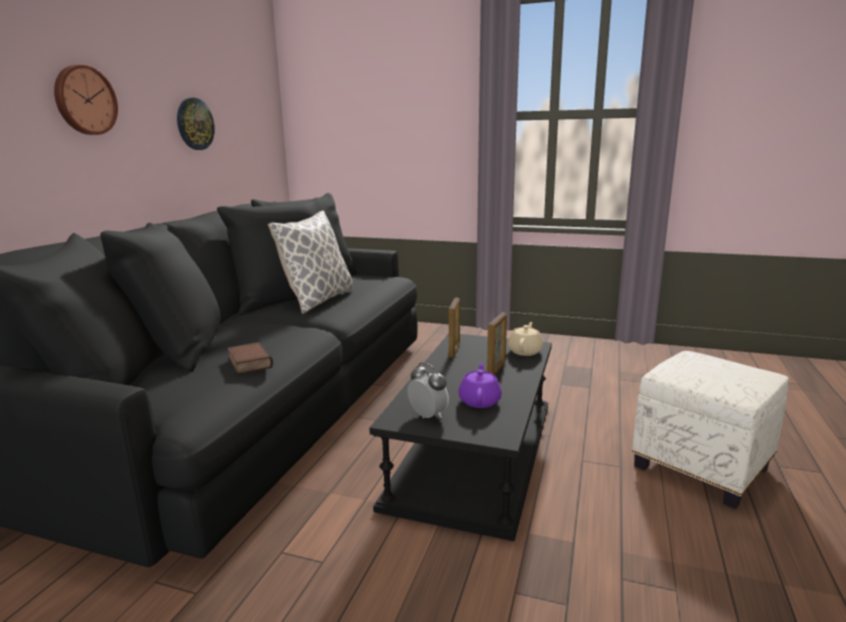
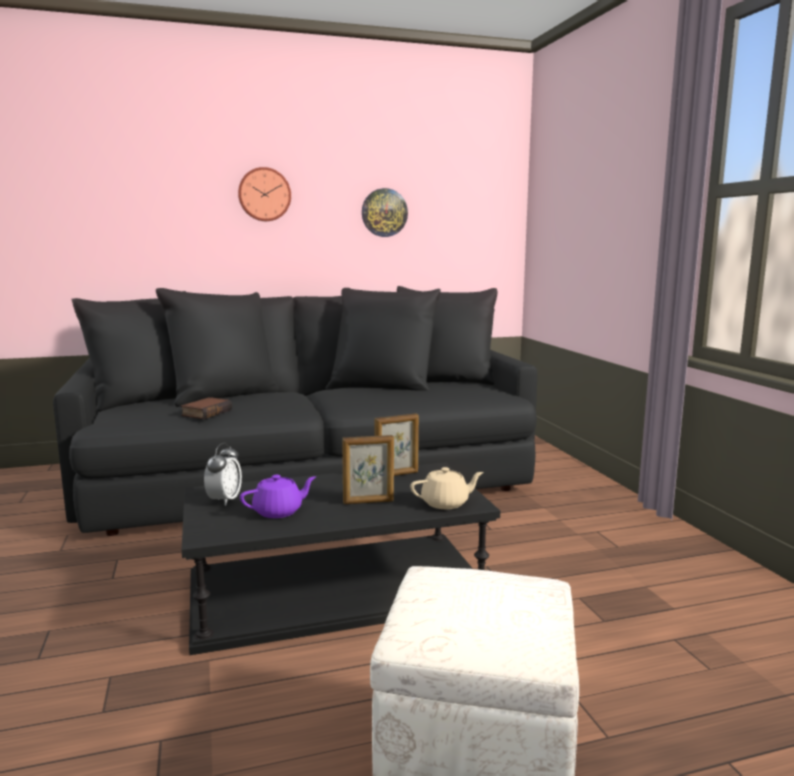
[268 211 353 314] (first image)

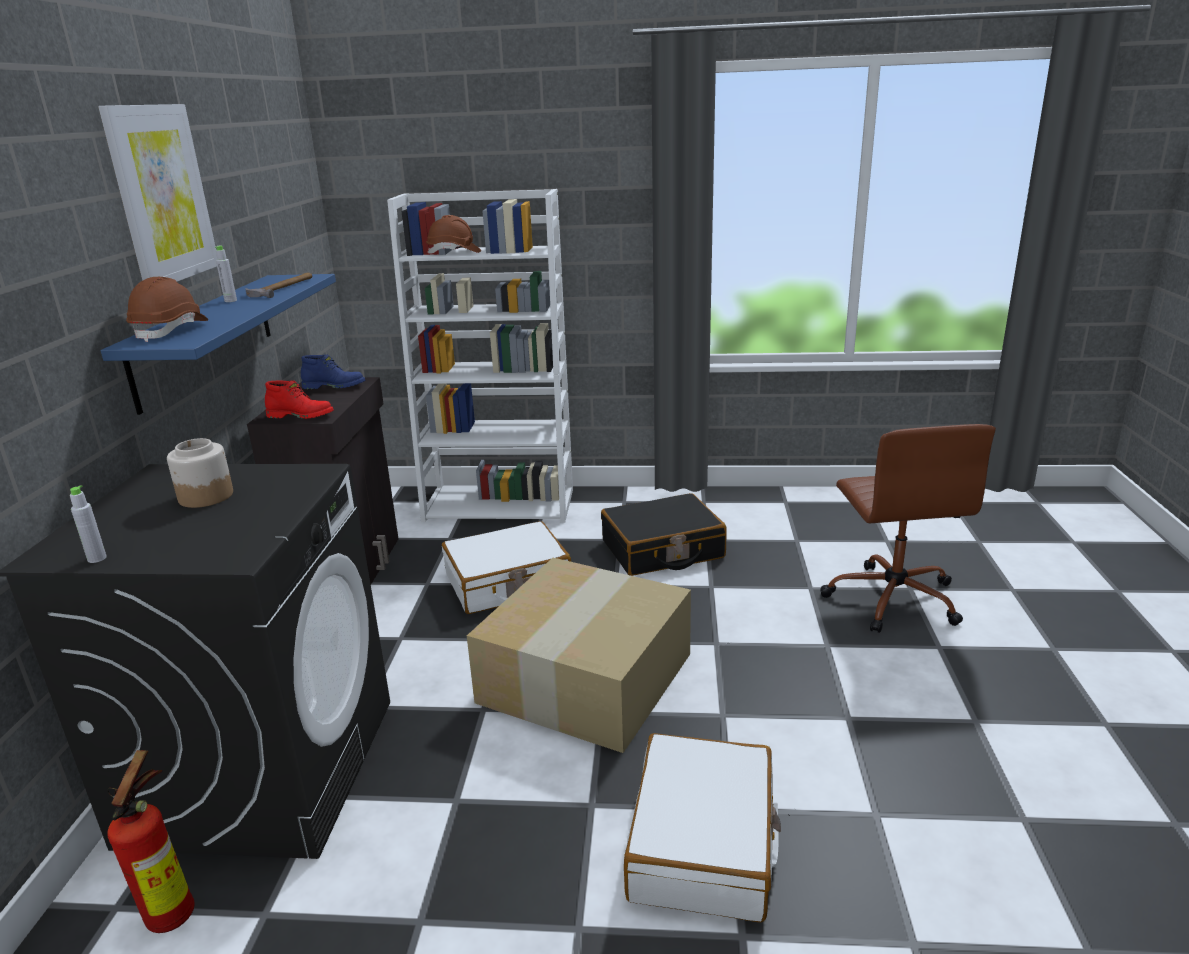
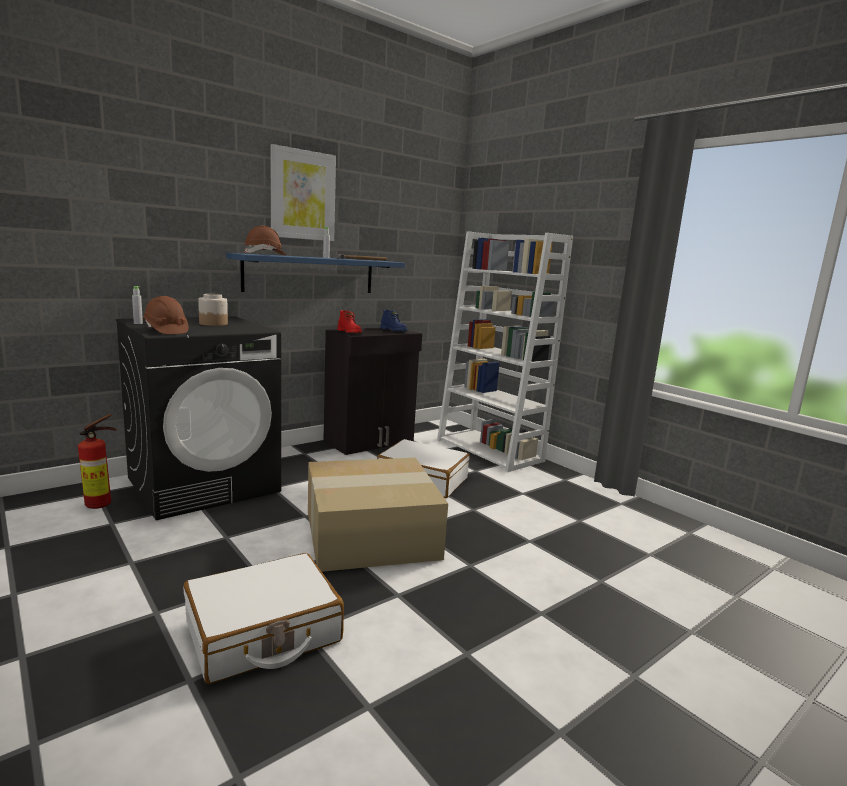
[601 493 727 576] (first image)
[820 424 996 633] (first image)
[142 296 188 334]

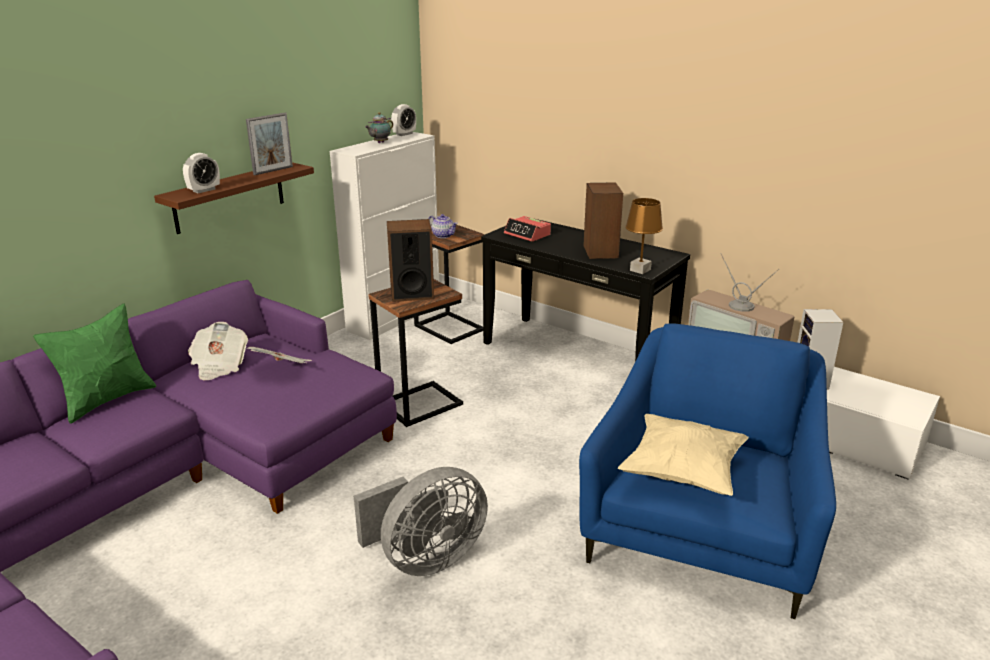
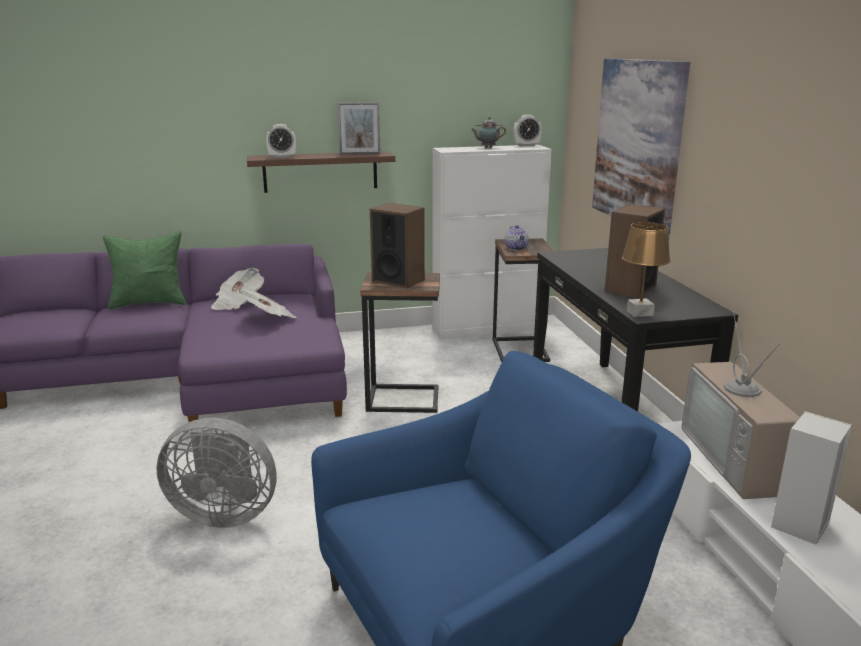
[504 216 551 242] (first image)
[618 414 748 496] (first image)
[592 58 690 237]

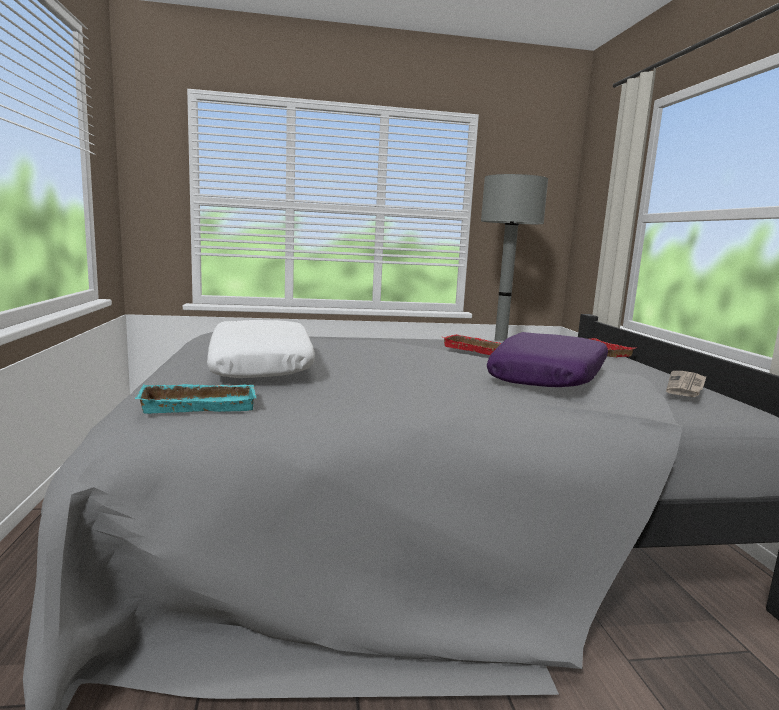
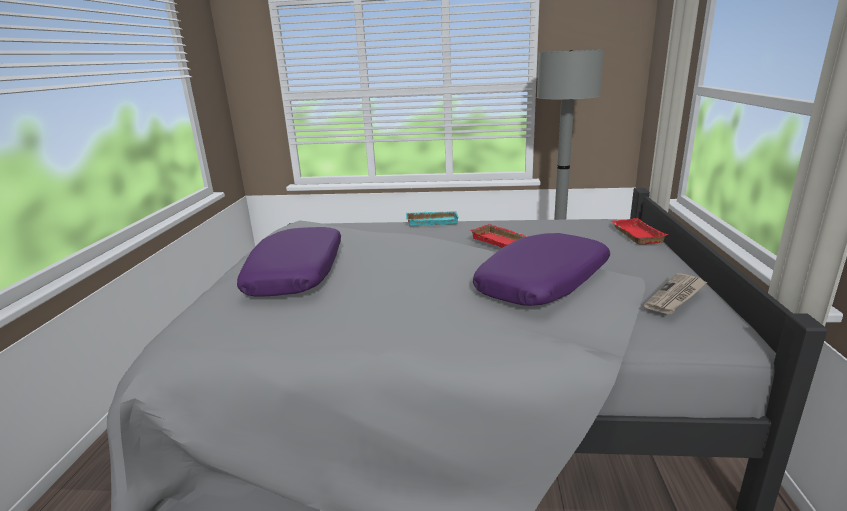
[406 211 459 226]
[237 227 341 297]

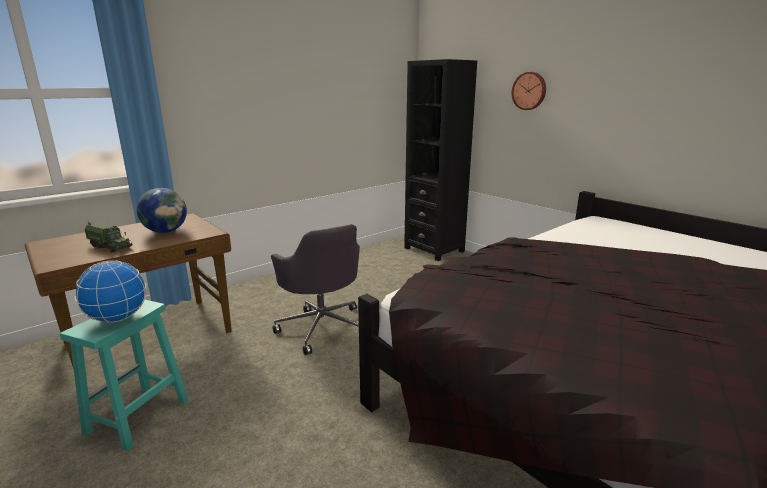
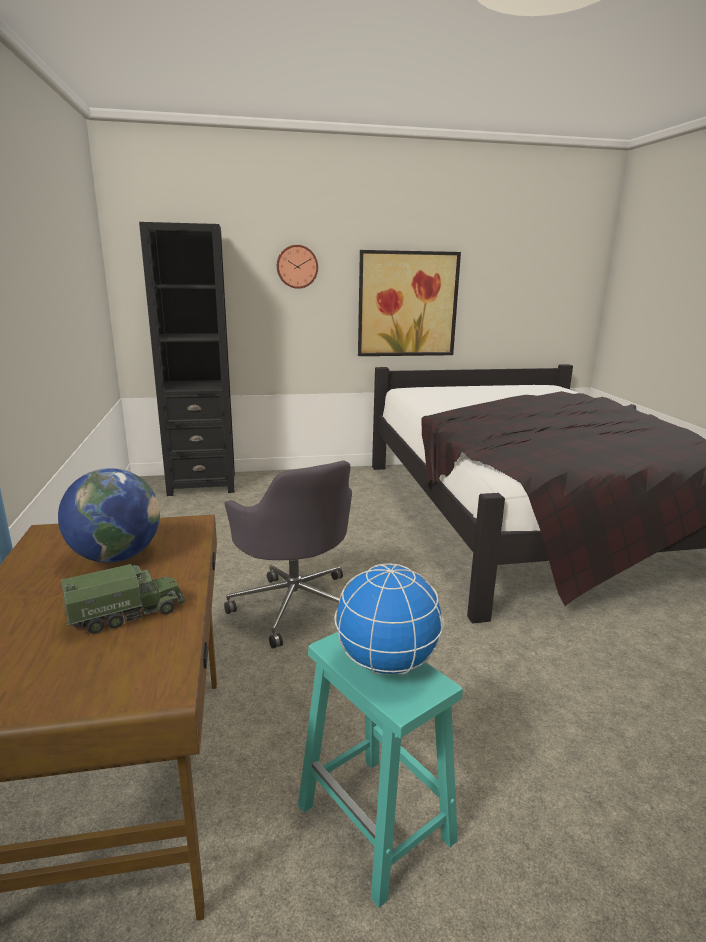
[358 250 461 356]
[224 460 352 649]

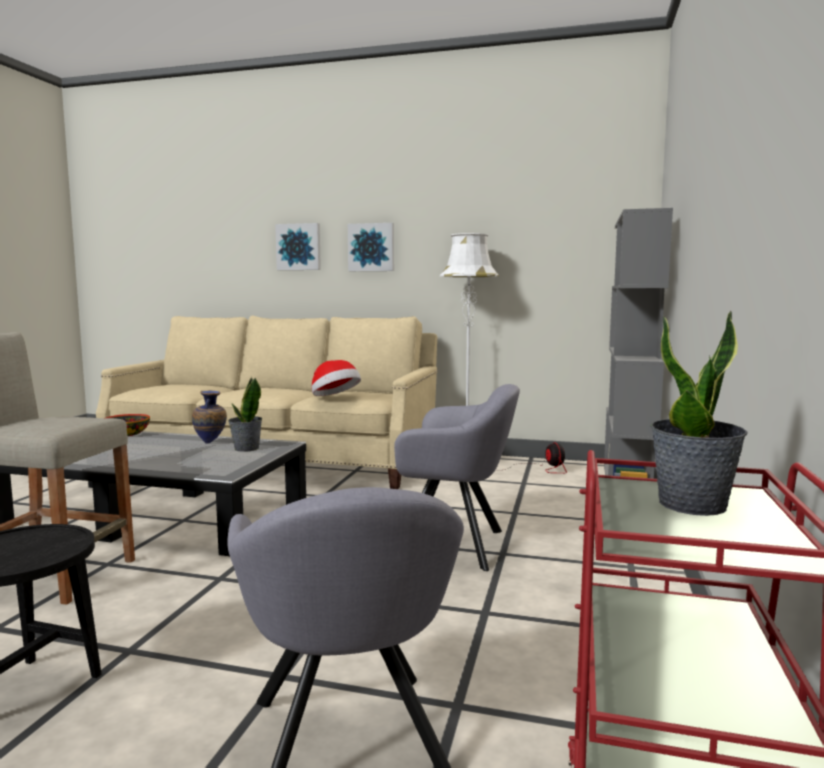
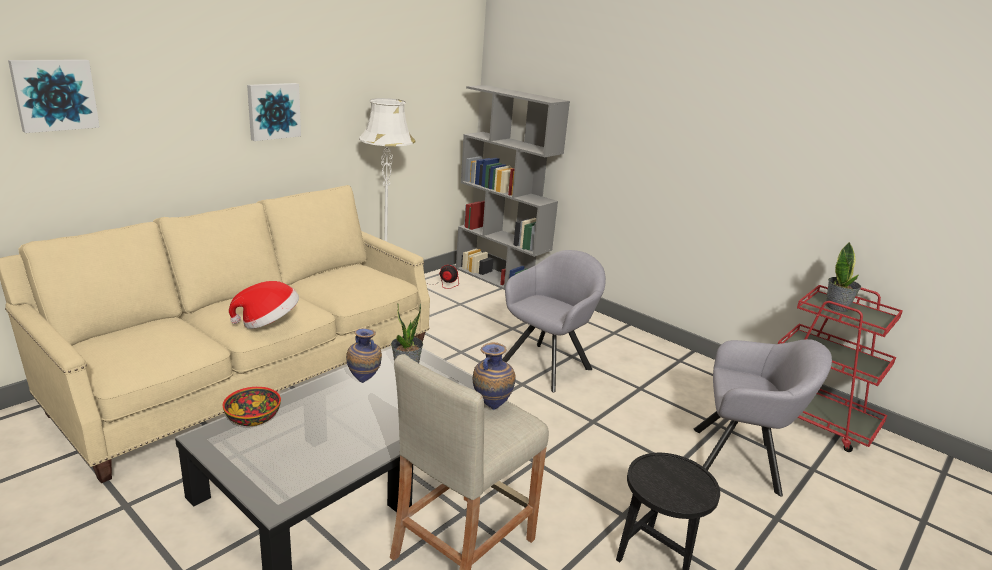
[473 342 516 410]
[8 59 100 133]
[229 281 299 329]

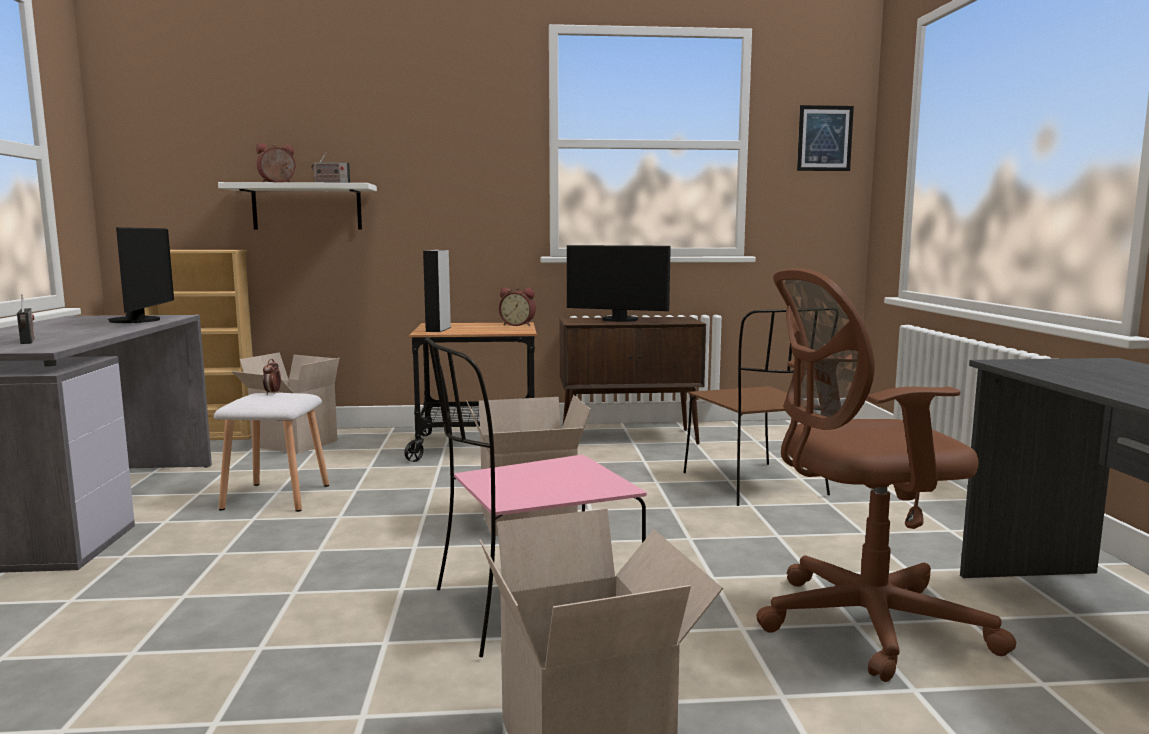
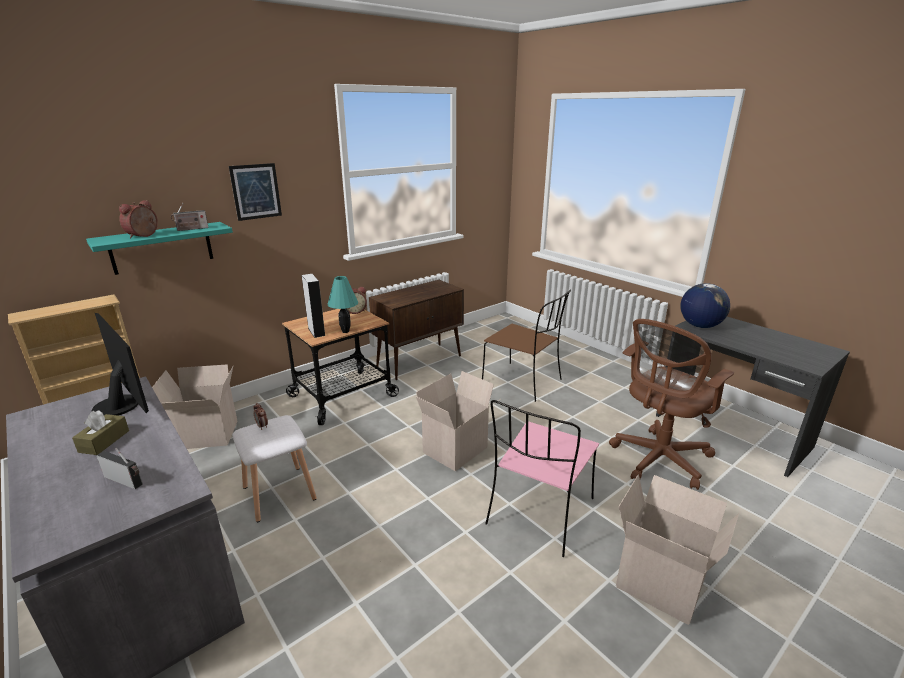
[567 245 671 322] (first image)
[72 410 129 455]
[328 276 358 333]
[680 283 730 328]
[229 163 282 221]
[86 222 233 275]

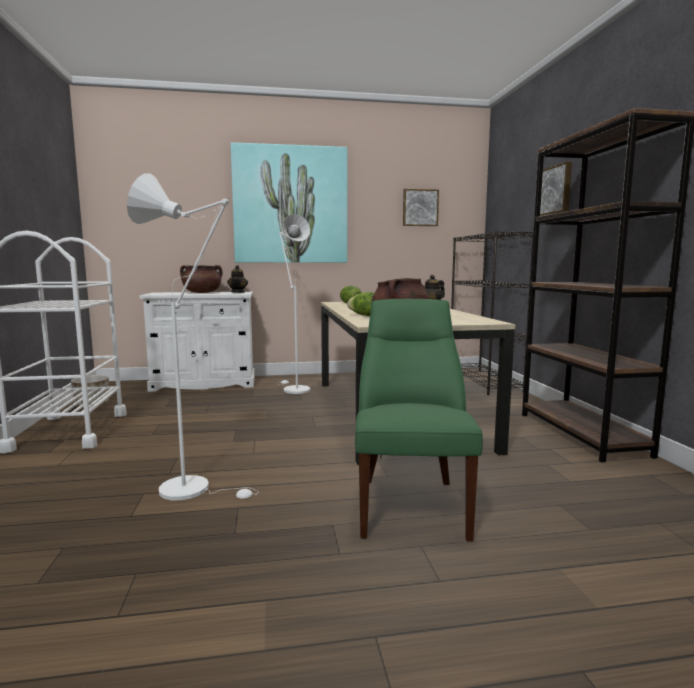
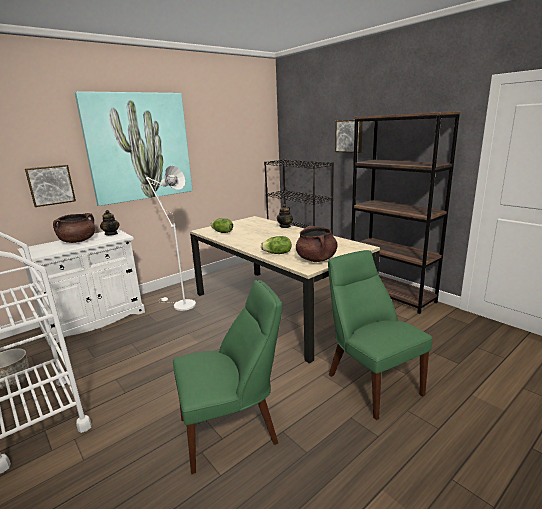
[25 165 76 207]
[173 280 283 474]

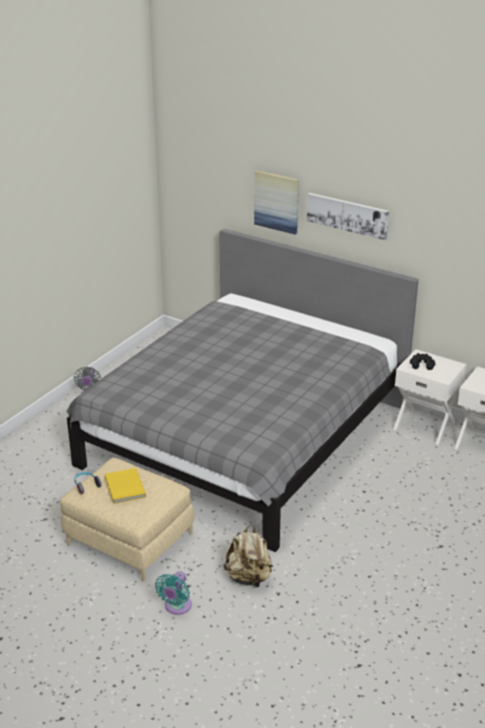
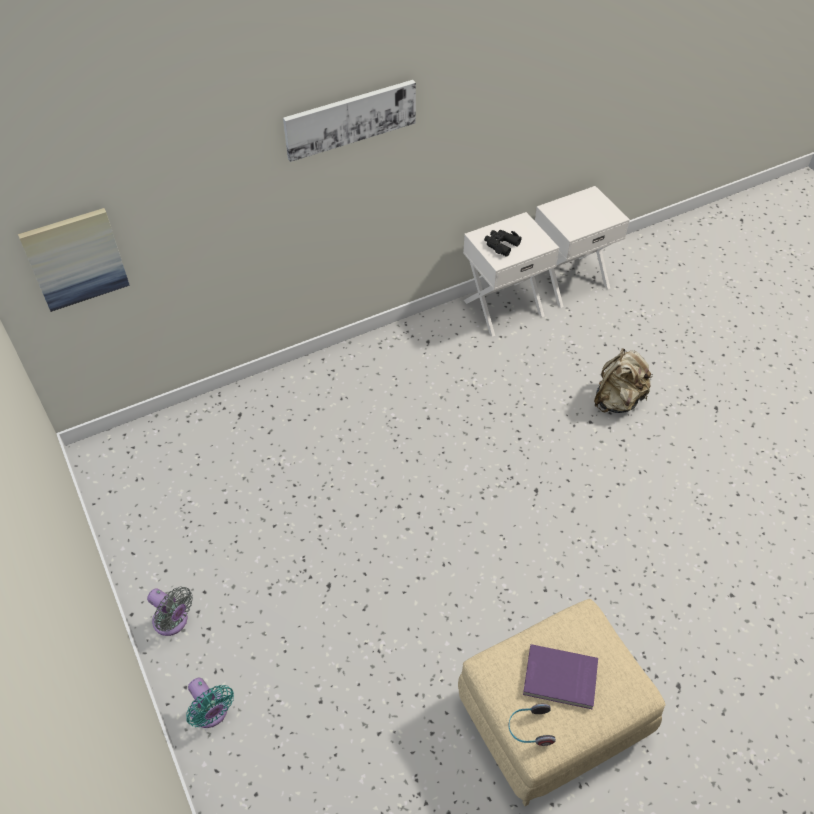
[67 229 419 552] (first image)
[186 678 234 728]
[594 349 653 413]
[18 208 130 312]
[523 644 598 709]

